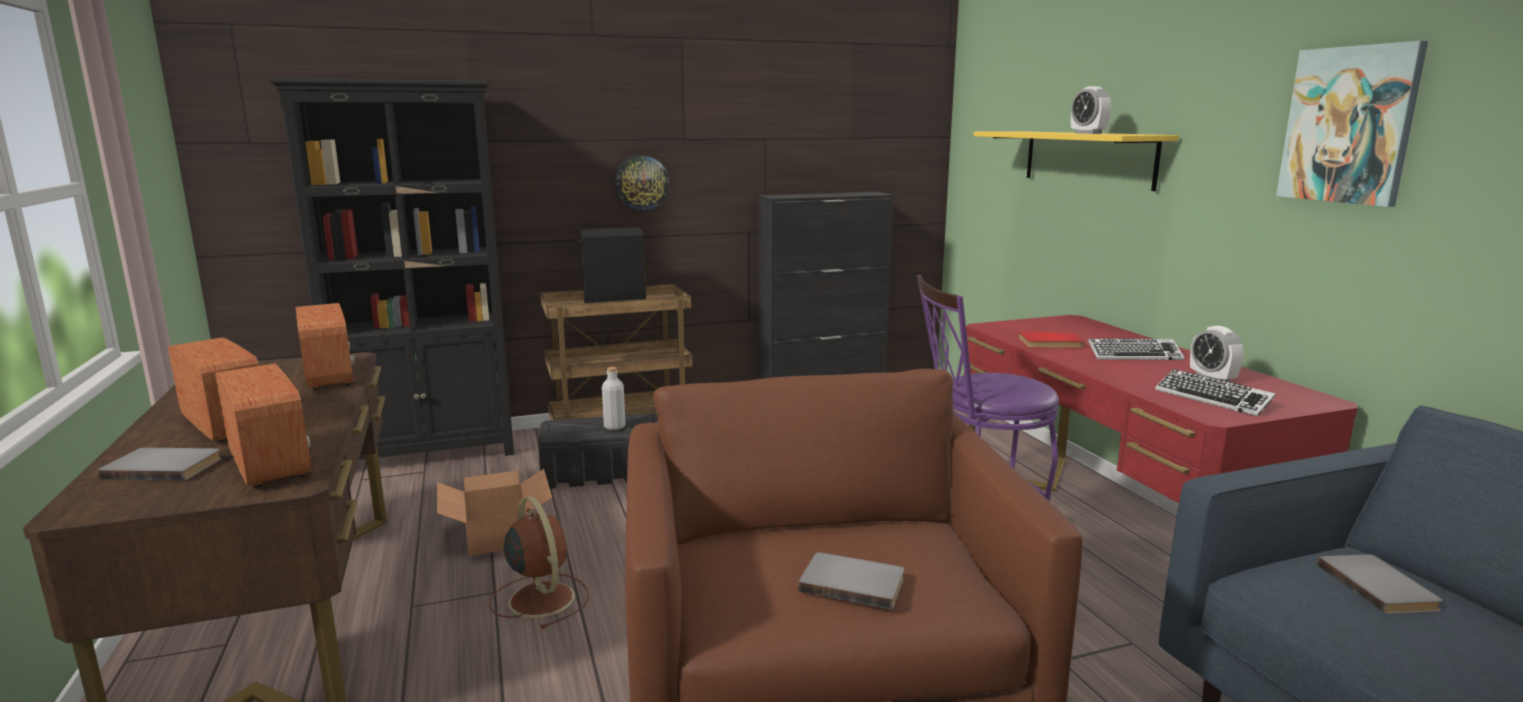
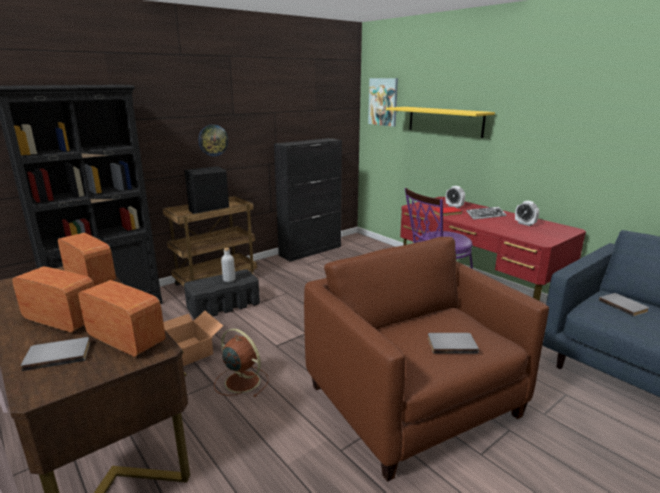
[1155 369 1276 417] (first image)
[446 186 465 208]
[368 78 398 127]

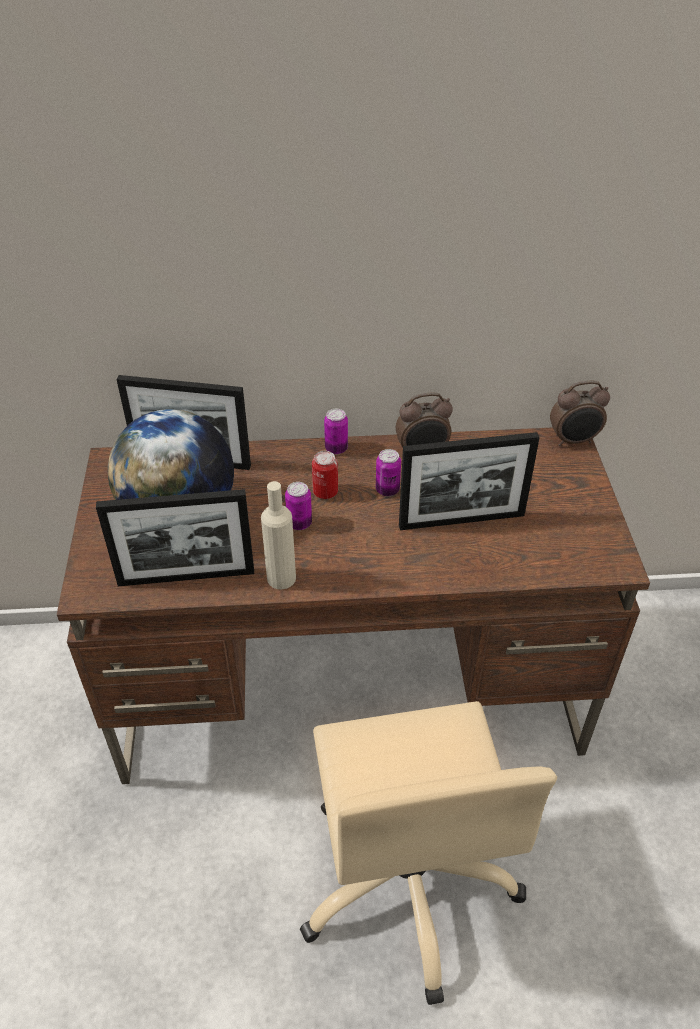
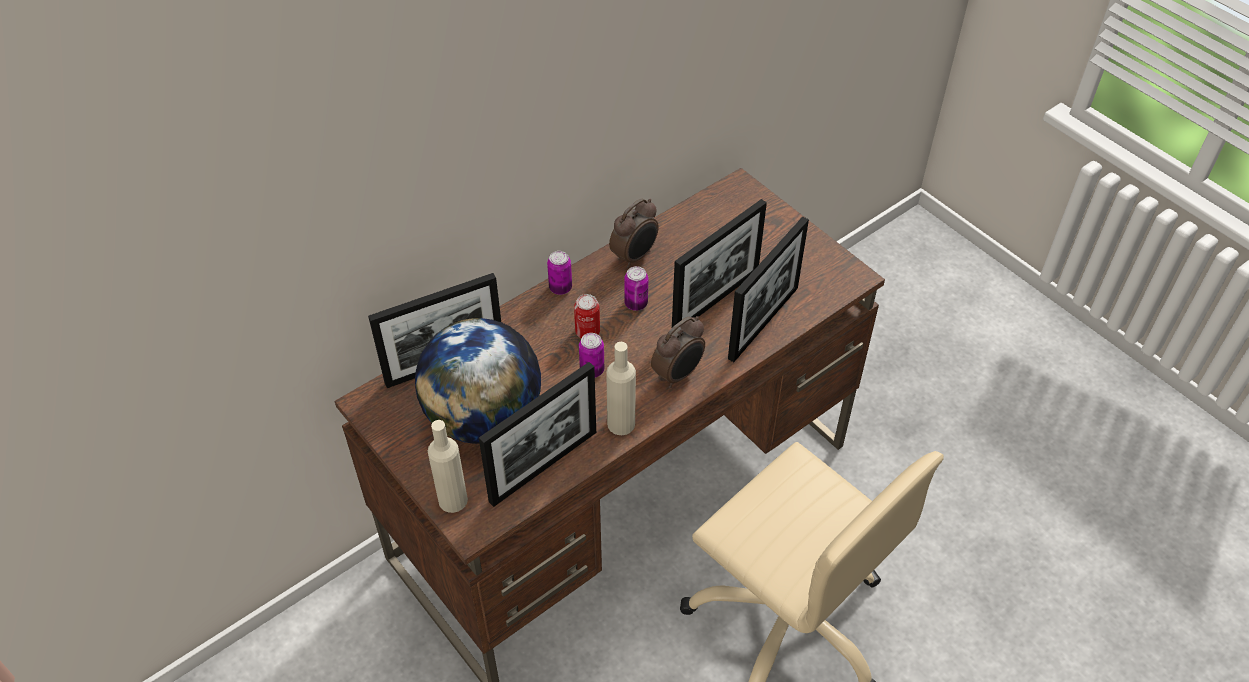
[428 420 468 513]
[728 216 809 362]
[651 316 705 388]

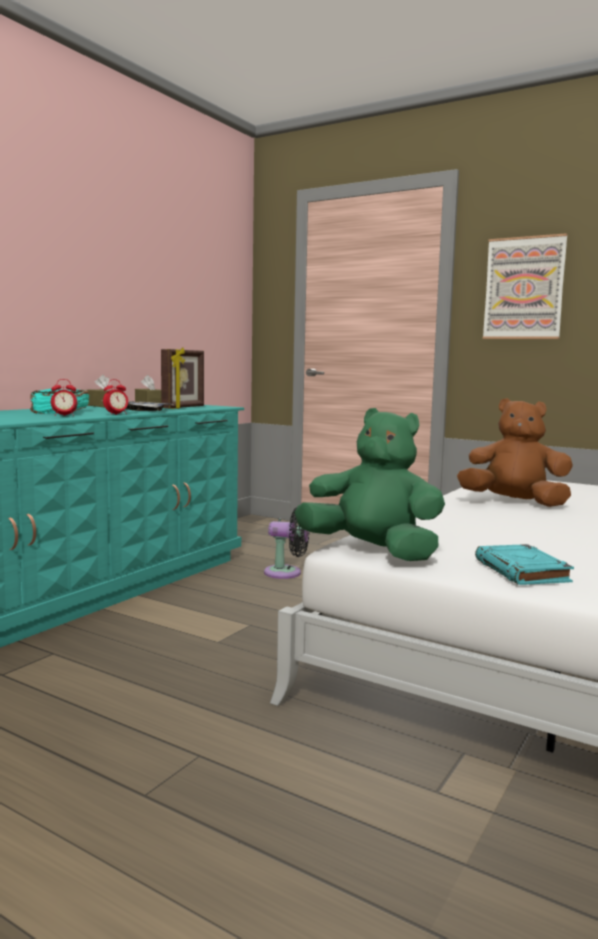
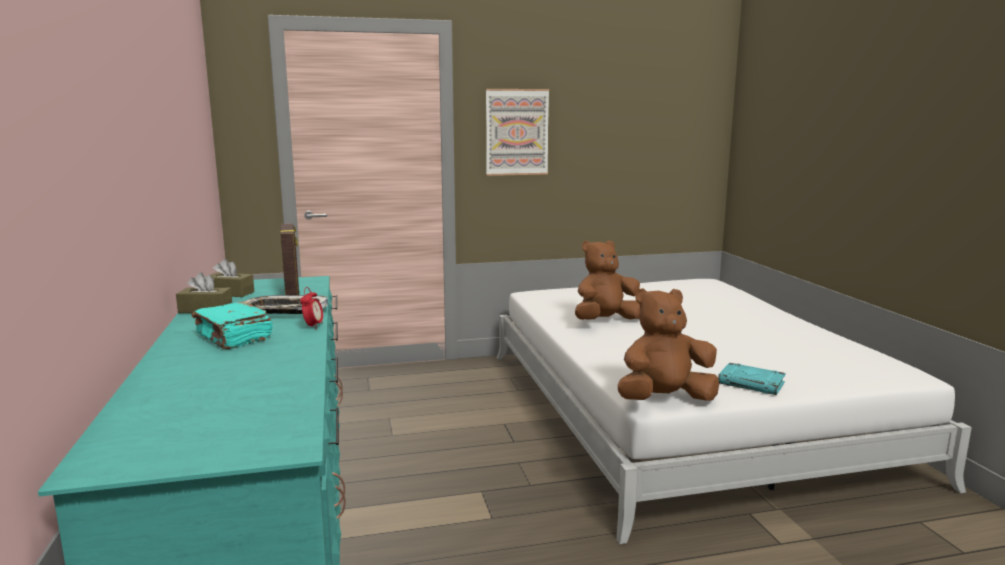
[51 379 77 416] (first image)
[264 507 309 579] (first image)
[618 288 719 401]

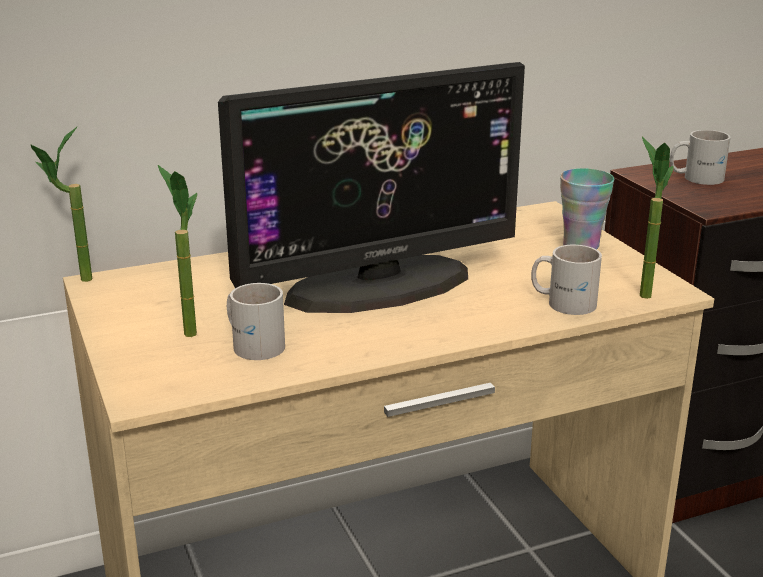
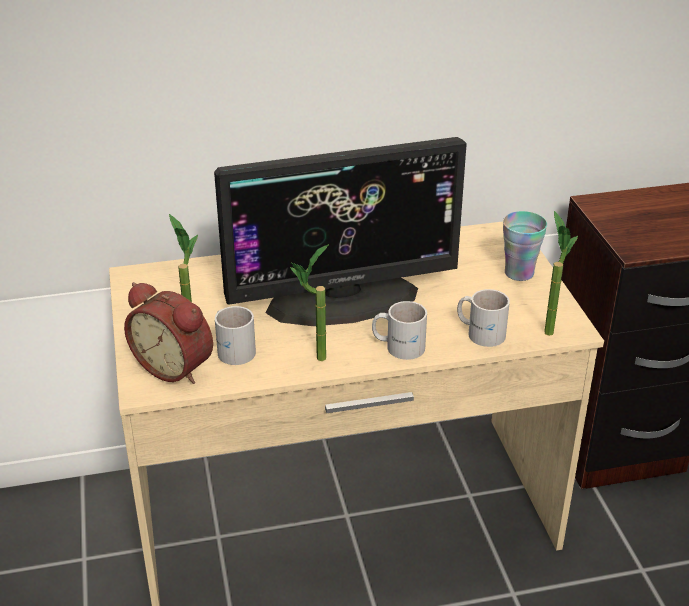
[124 282 213 384]
[290 244 329 361]
[372 301 427 360]

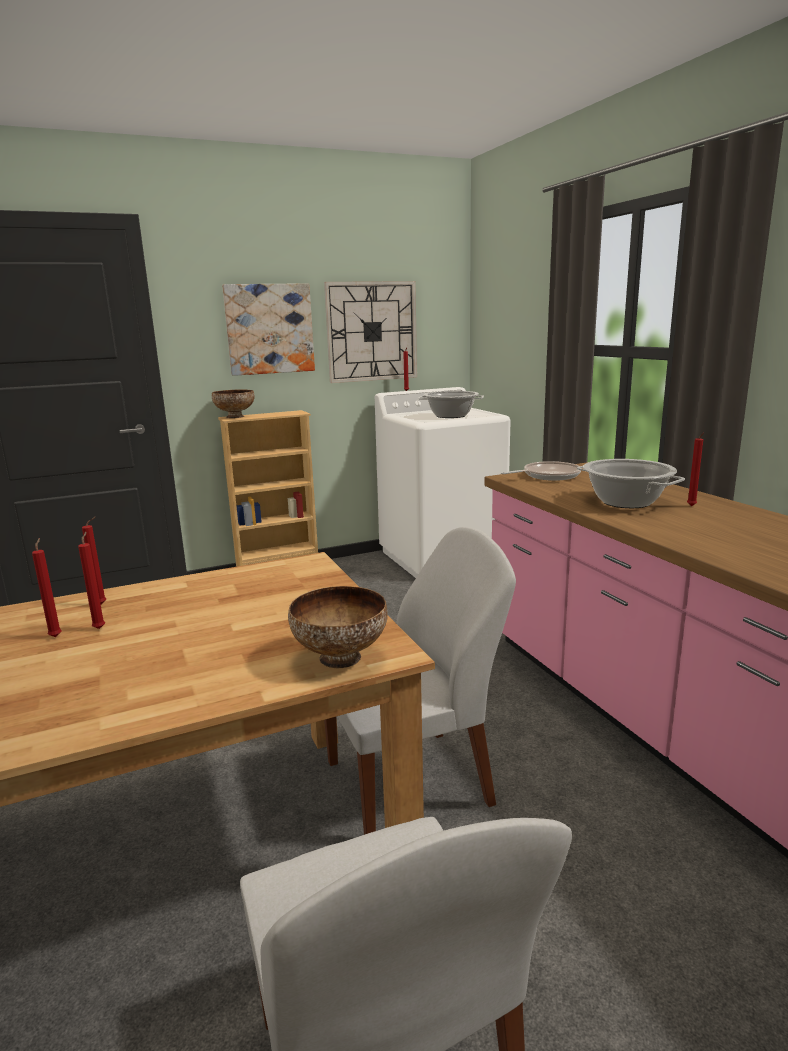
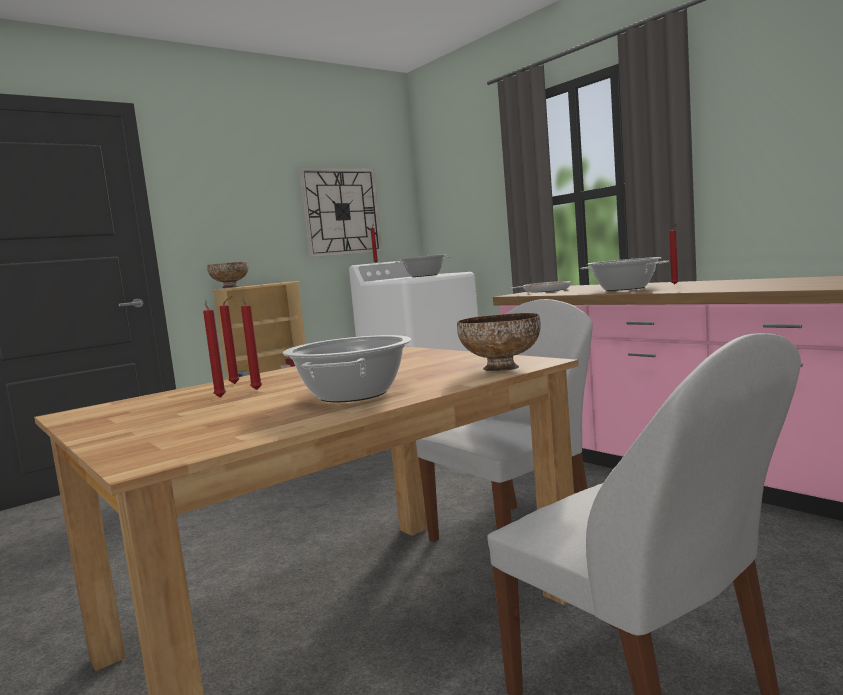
[222 283 315 376] (first image)
[283 335 411 402]

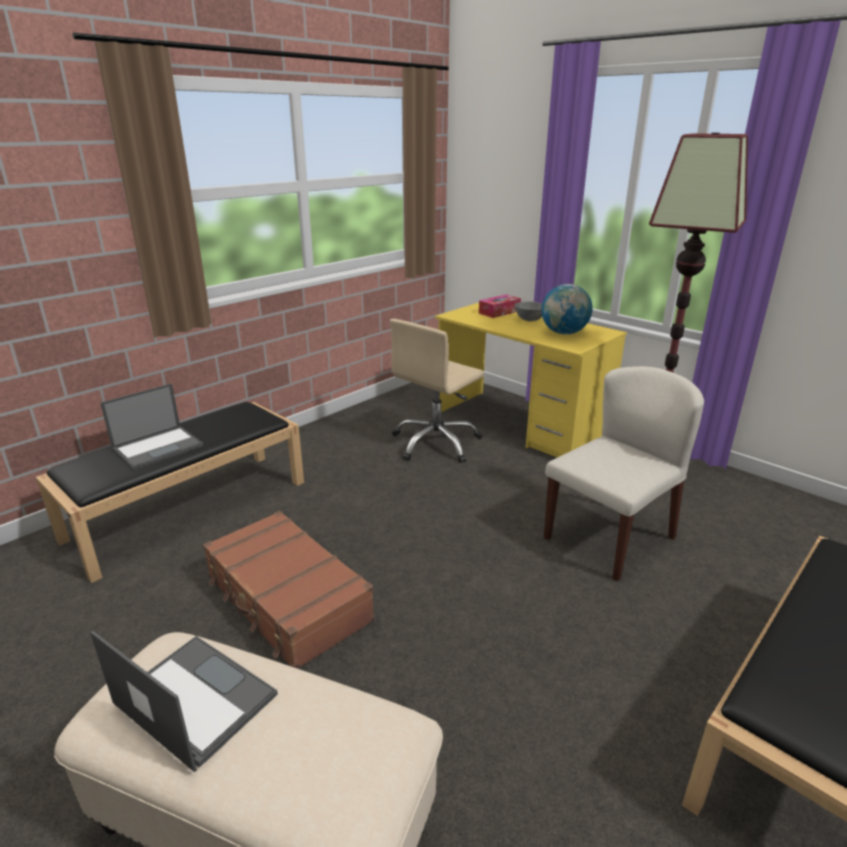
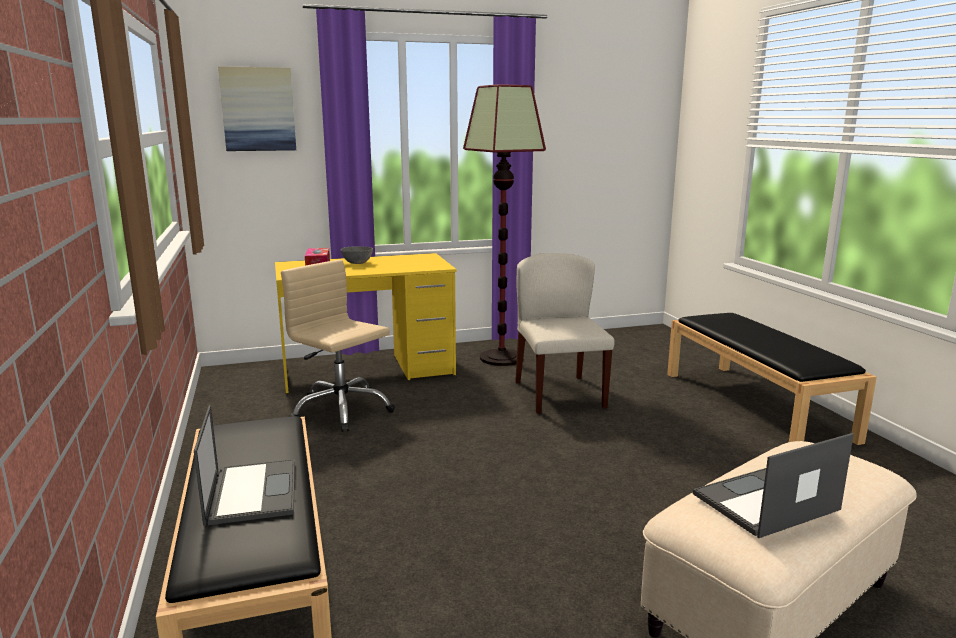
[203 511 375 669] (first image)
[541 284 593 335] (first image)
[218 66 296 151]
[281 260 395 432]

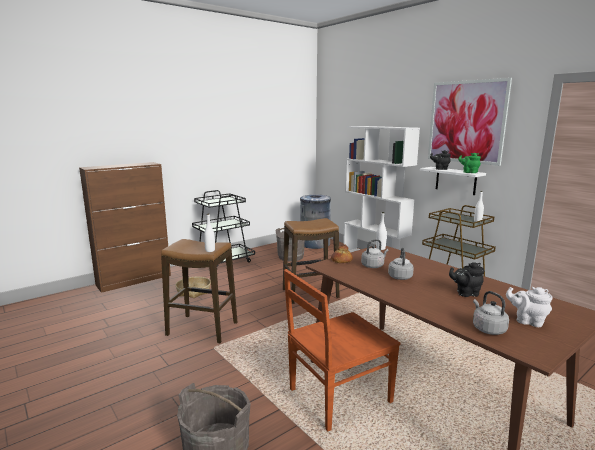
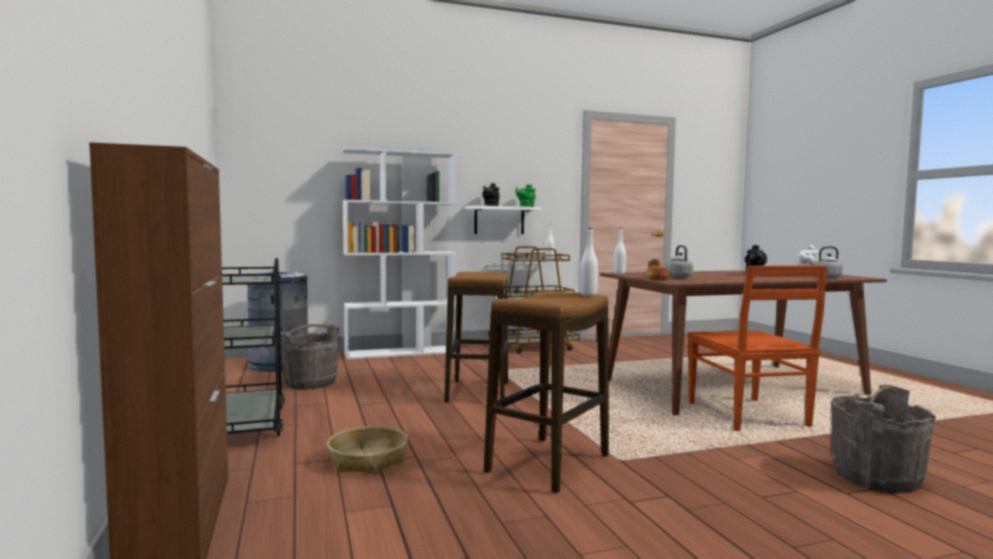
[388 248 414 280] (first image)
[428 78 512 166] (first image)

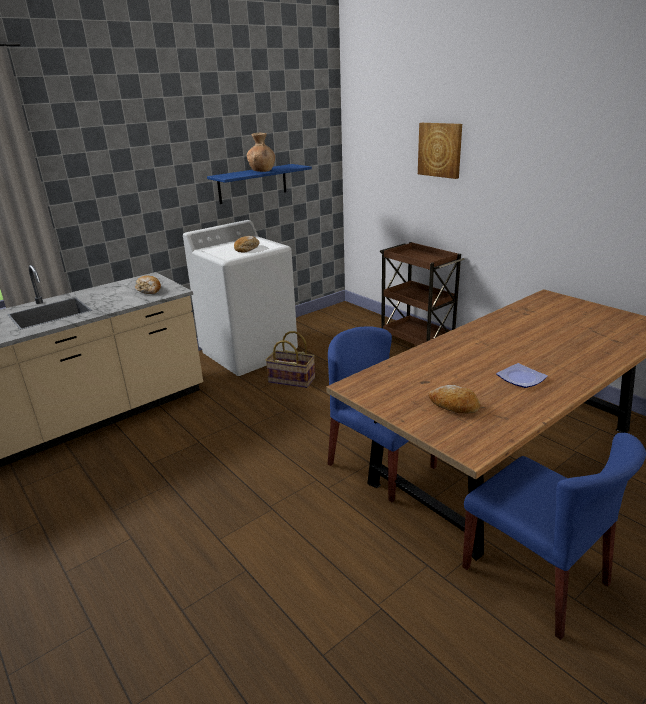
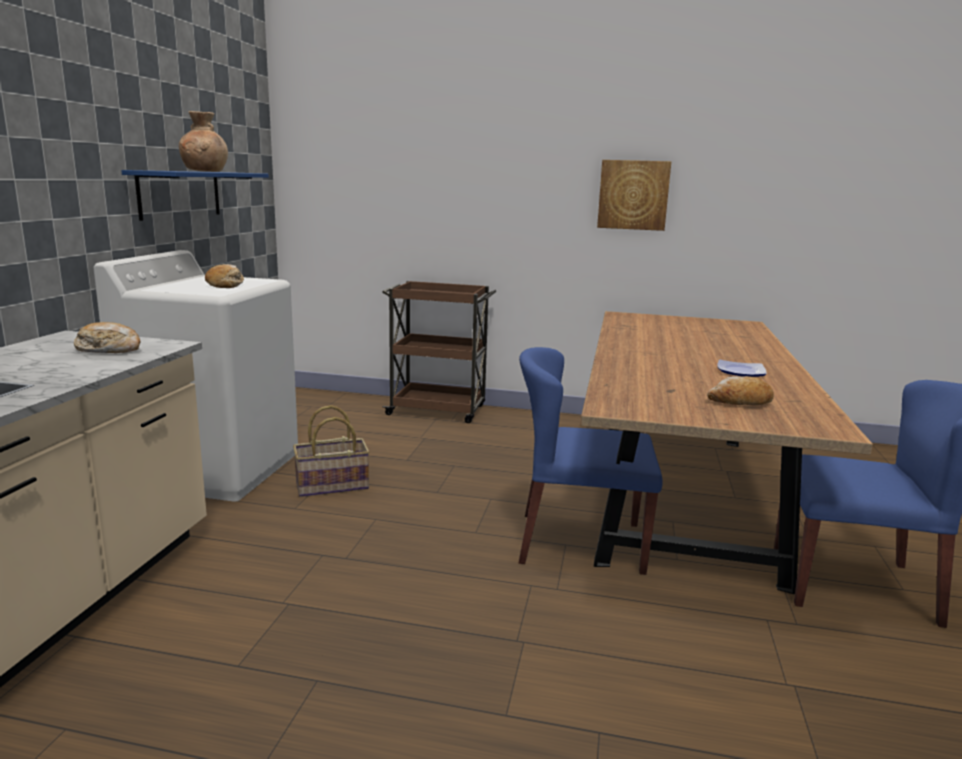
[597 160 671 231]

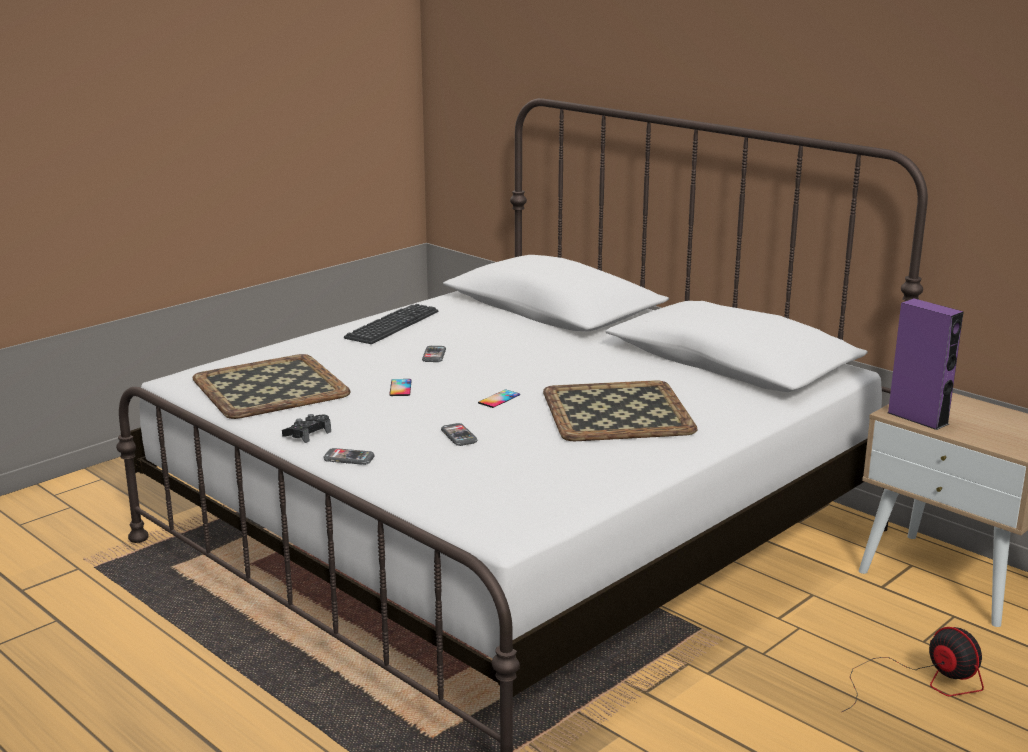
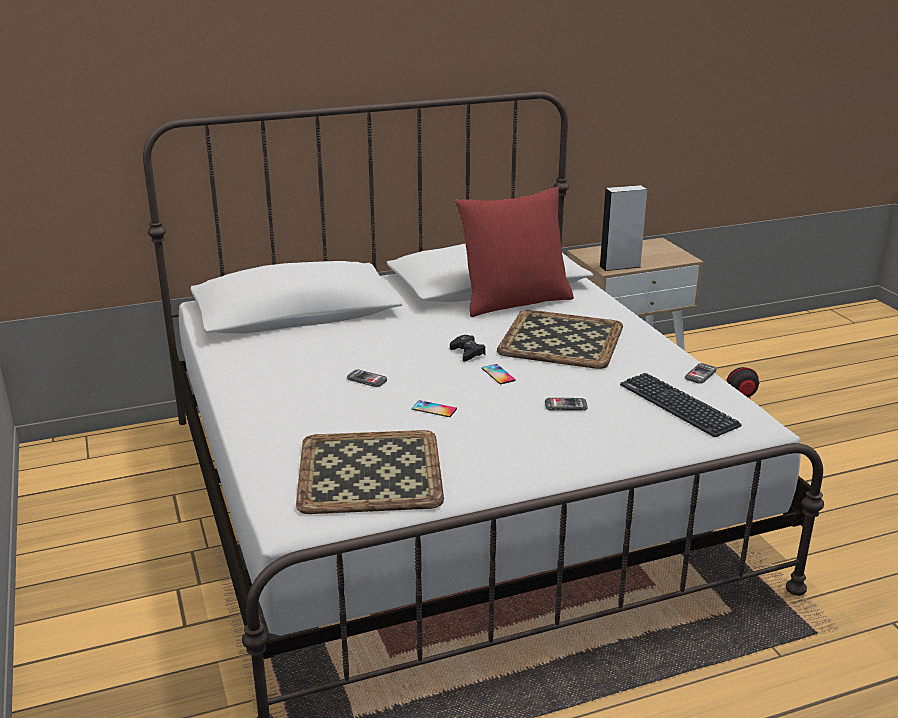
[455 187 574 317]
[450 335 486 362]
[685 363 717 384]
[620 373 742 437]
[600 185 647 271]

